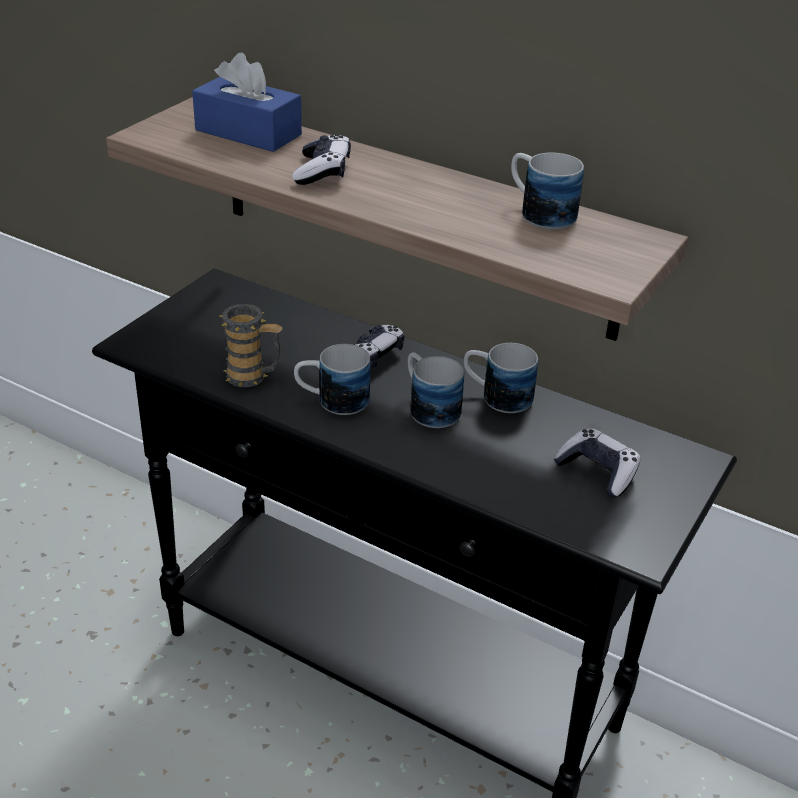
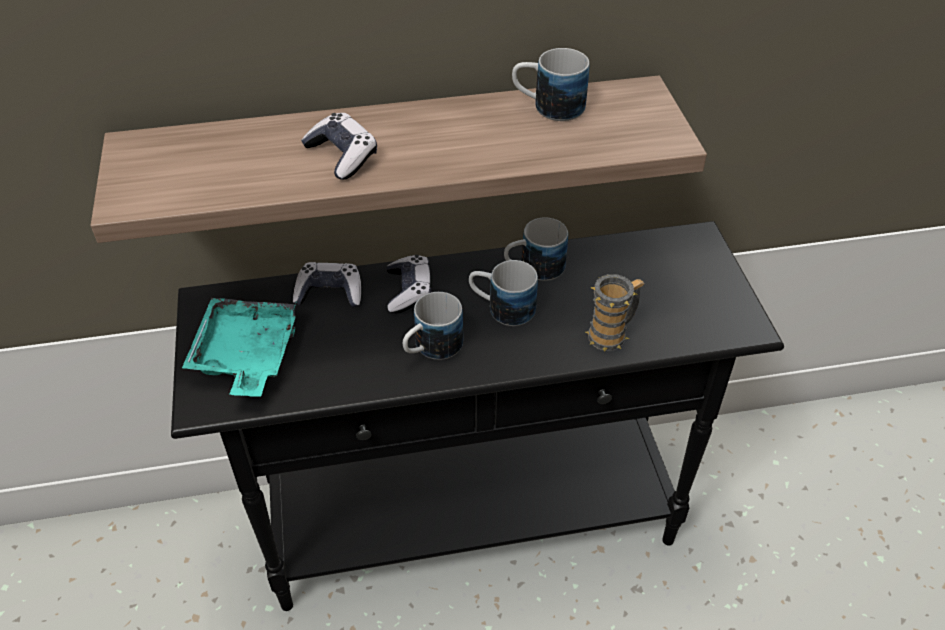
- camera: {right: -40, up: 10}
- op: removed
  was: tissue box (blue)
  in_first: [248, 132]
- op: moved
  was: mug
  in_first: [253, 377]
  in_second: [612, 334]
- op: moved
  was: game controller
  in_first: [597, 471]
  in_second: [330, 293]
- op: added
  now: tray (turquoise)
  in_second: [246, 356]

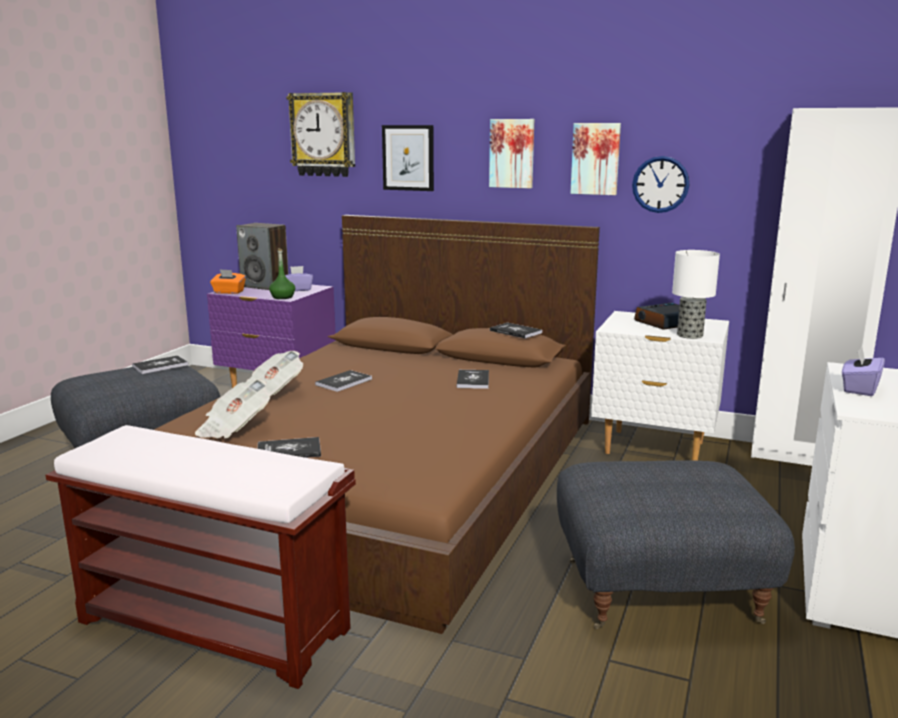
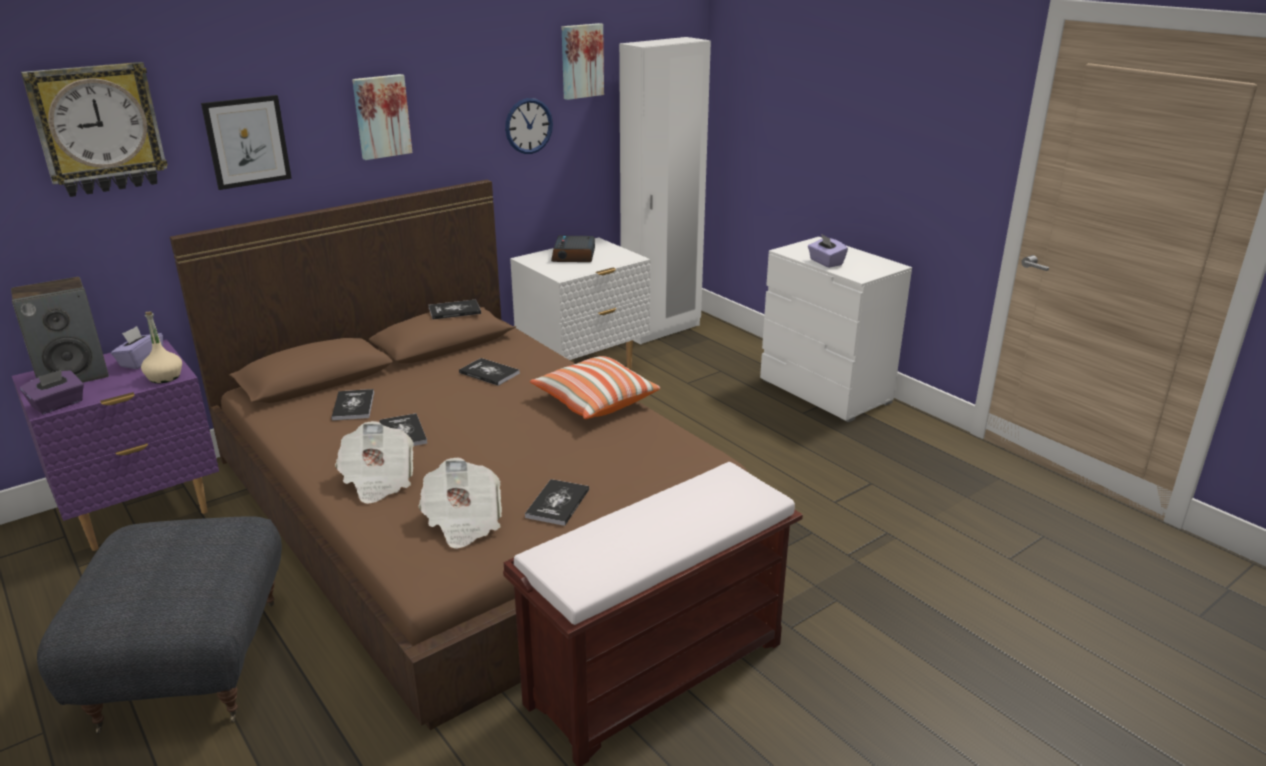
- camera: {right: -60, up: 10}
- op: moved
  was: book
  in_first: [160, 366]
  in_second: [353, 406]
- op: recoloured
  was: tissue box (orange)
  now: tissue box (purple)
  in_first: [228, 292]
  in_second: [58, 405]
- op: recoloured
  was: bottle (green)
  now: bottle (beige)
  in_first: [282, 297]
  in_second: [164, 377]
- op: removed
  was: ottoman (grey)
  in_first: [659, 588]
- op: moved
  was: picture
  in_first: [595, 159]
  in_second: [581, 61]
- op: removed
  was: table lamp
  in_first: [690, 335]
- op: added
  now: pillow
  in_second: [594, 402]

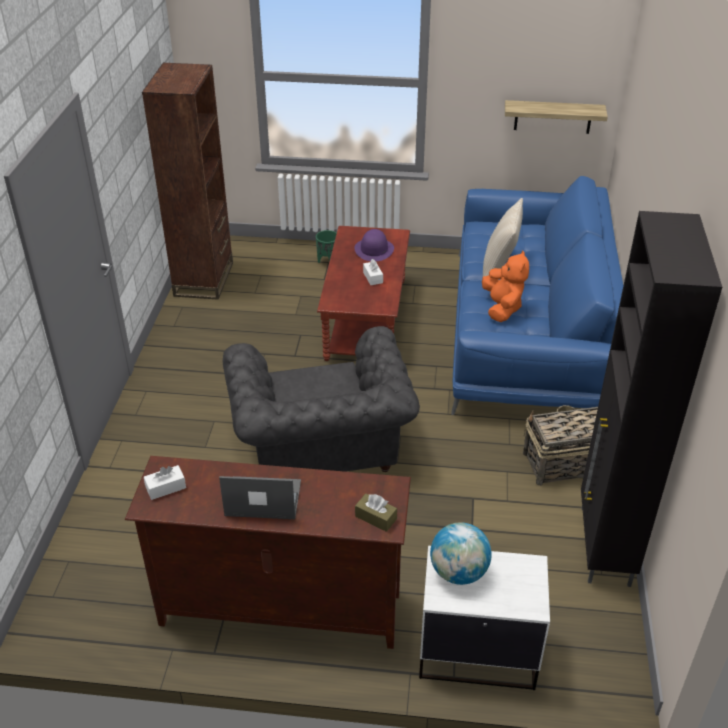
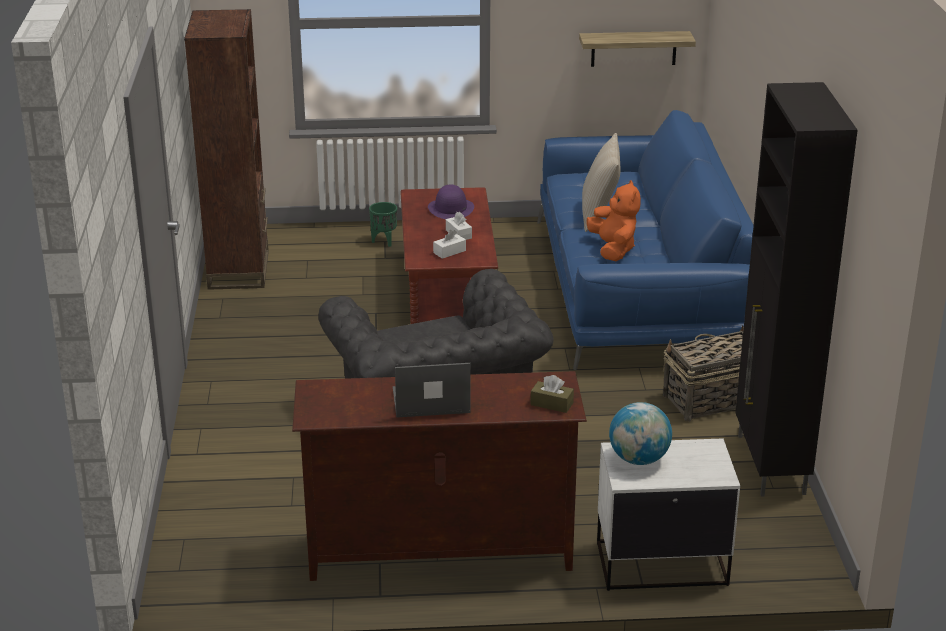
- camera: {right: -10, up: -10}
- op: moved
  was: tissue box (white)
  in_first: [166, 488]
  in_second: [449, 252]

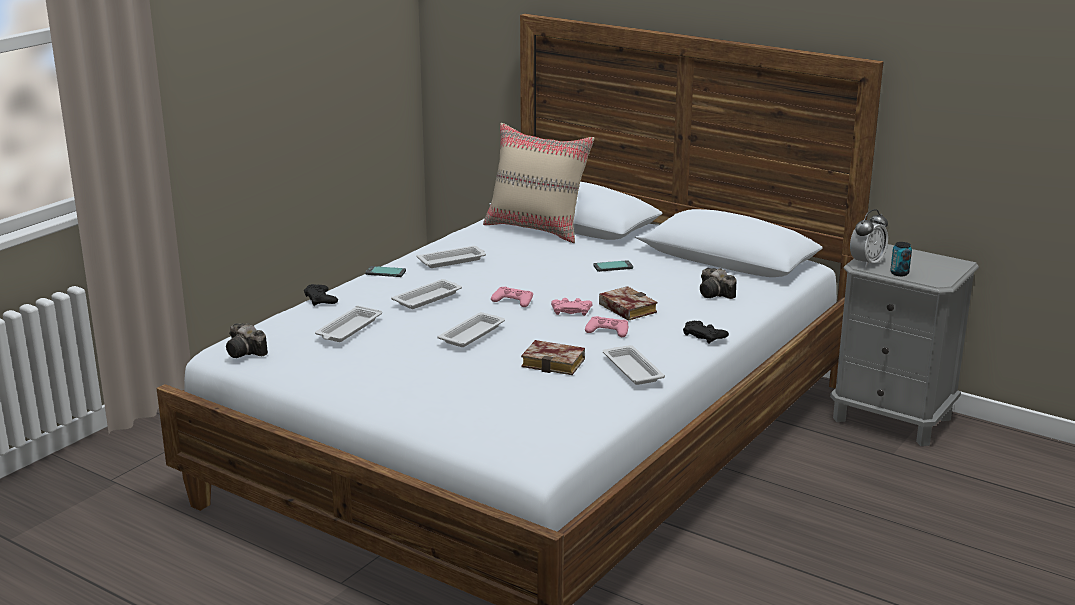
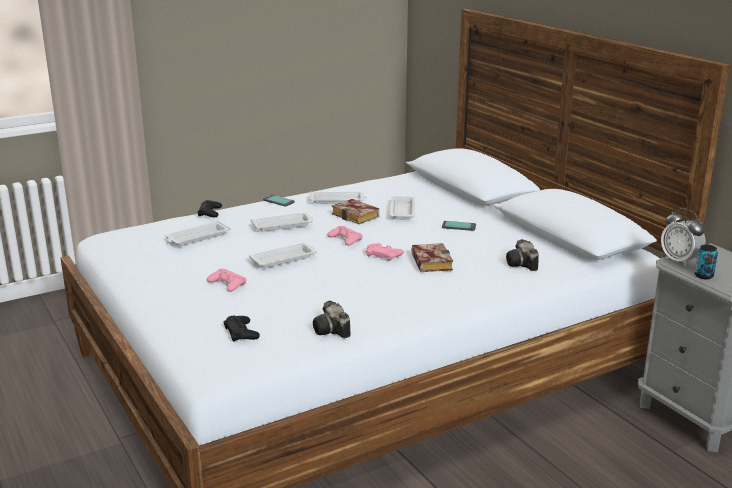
- camera: {right: 25, up: 0}
- op: moved
  was: photo camera
  in_first: [246, 352]
  in_second: [332, 331]
- op: removed
  was: pillow (beige)
  in_first: [537, 229]
- op: moved
  was: book
  in_first: [556, 363]
  in_second: [357, 216]
- op: moved
  was: game controller (pink)
  in_first: [607, 331]
  in_second: [227, 284]
- op: moved
  was: tray (white)
  in_first: [632, 369]
  in_second: [402, 210]
- op: moved
  was: game controller (black)
  in_first: [704, 335]
  in_second: [241, 332]
- op: turned
  was: alarm clock
  in_first: [866, 263]
  in_second: [679, 261]
  clockwise: 75

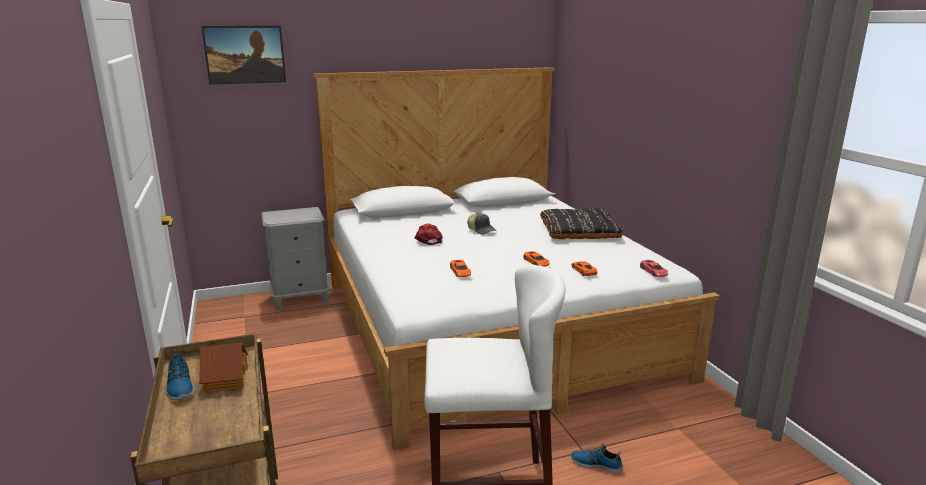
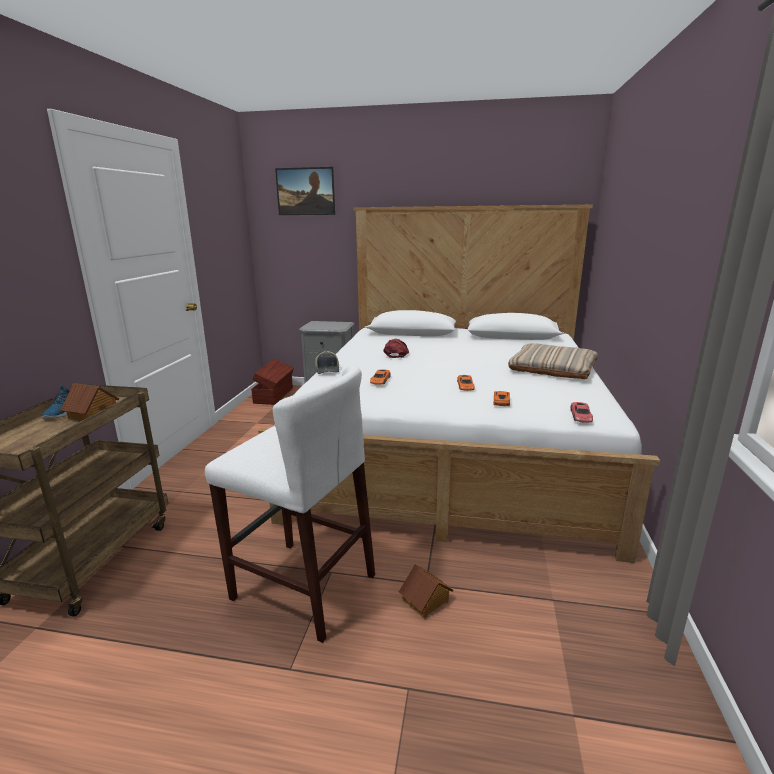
- camera: {right: 30, up: 0}
- op: moved
  was: cap
  in_first: [481, 230]
  in_second: [328, 370]
- op: recoloured
  was: pillow (black)
  now: pillow (beige)
  in_first: [579, 230]
  in_second: [552, 368]
- op: replaced
  was: shoe
  now: toy house
  in_first: [596, 464]
  in_second: [426, 600]
- op: added
  now: storage box (brown)
  in_second: [274, 395]

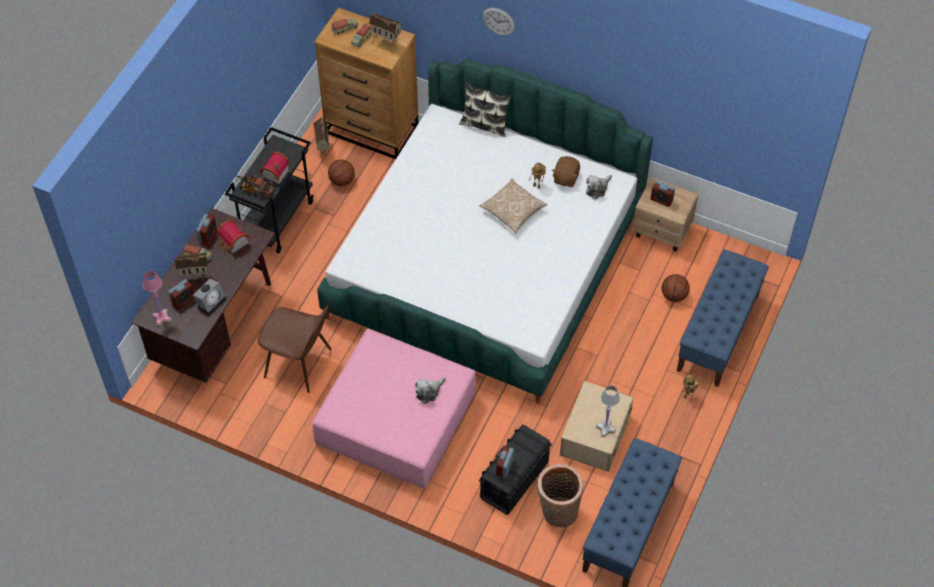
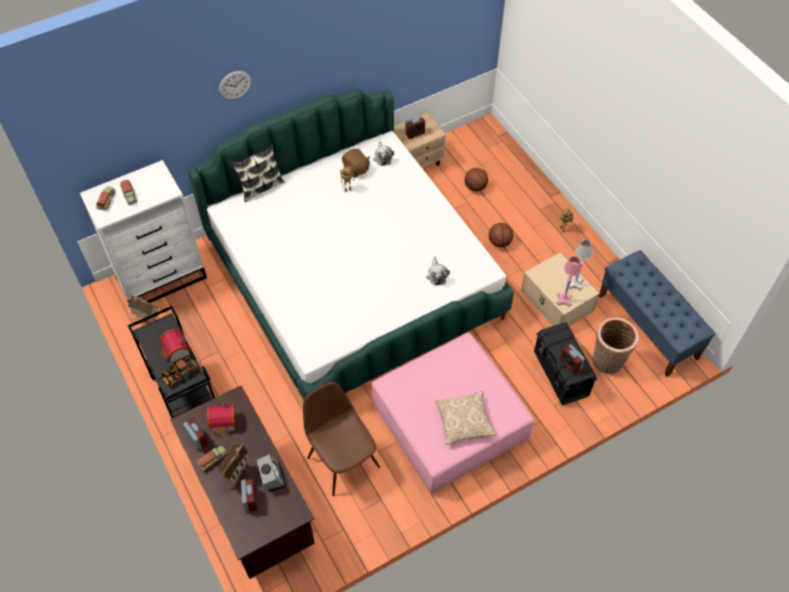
- camera: {right: -55, up: 0}
- op: moved
  was: table lamp (pink)
  in_first: [162, 317]
  in_second: [564, 299]
- op: turned
  was: chair (brown)
  in_first: [299, 364]
  in_second: [342, 460]
  clockwise: -90
- op: recoloured
  was: dresser (brown)
  now: dresser (white)
  in_first: [372, 130]
  in_second: [162, 277]
- op: moved
  was: basketball
  in_first: [342, 181]
  in_second: [500, 242]
- op: removed
  was: toy house
  in_first: [386, 44]
- op: moved
  was: plush toy
  in_first: [429, 392]
  in_second: [436, 275]
- op: moved
  was: pillow
  in_first: [513, 211]
  in_second: [464, 422]
- op: removed
  was: bench (blue)
  in_first: [718, 333]

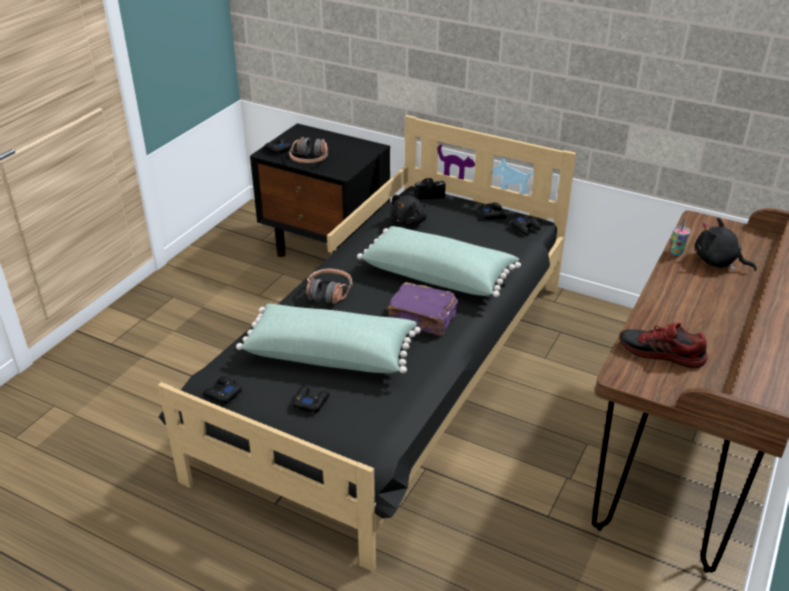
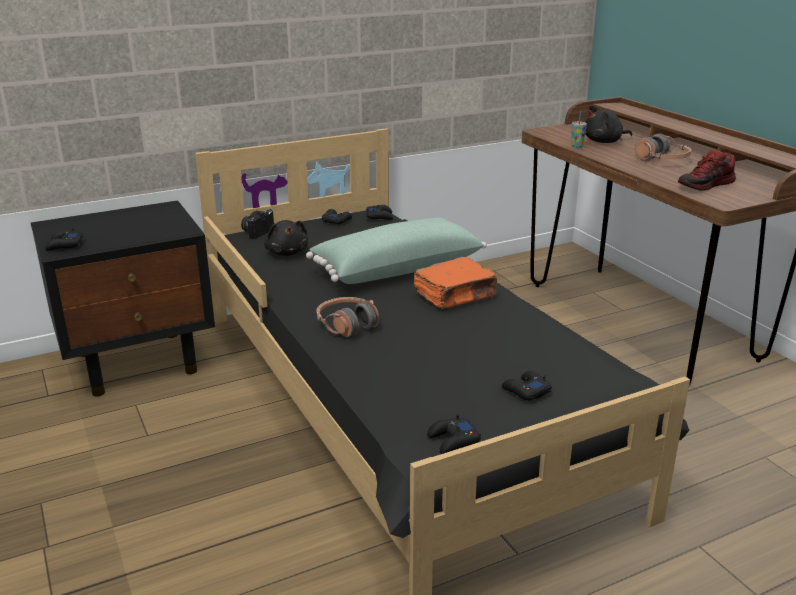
- camera: {right: -55, up: -10}
- op: removed
  was: pillow (green)
  in_first: [331, 353]
- op: moved
  was: headphones
  in_first: [309, 159]
  in_second: [662, 160]
- op: recoloured
  was: book (purple)
  now: book (orange)
  in_first: [423, 319]
  in_second: [456, 296]

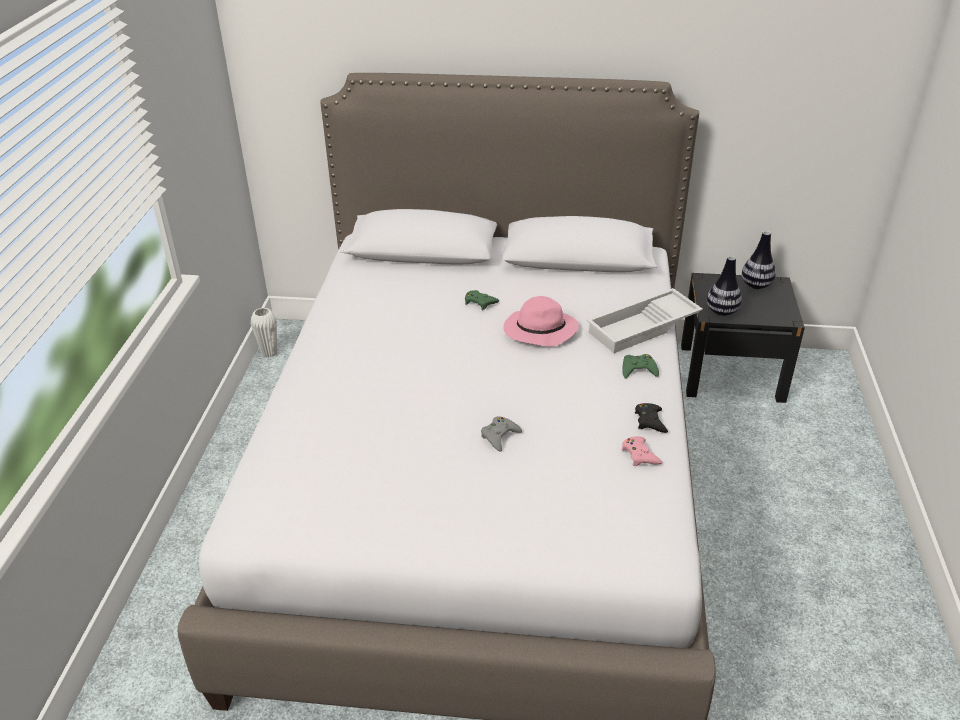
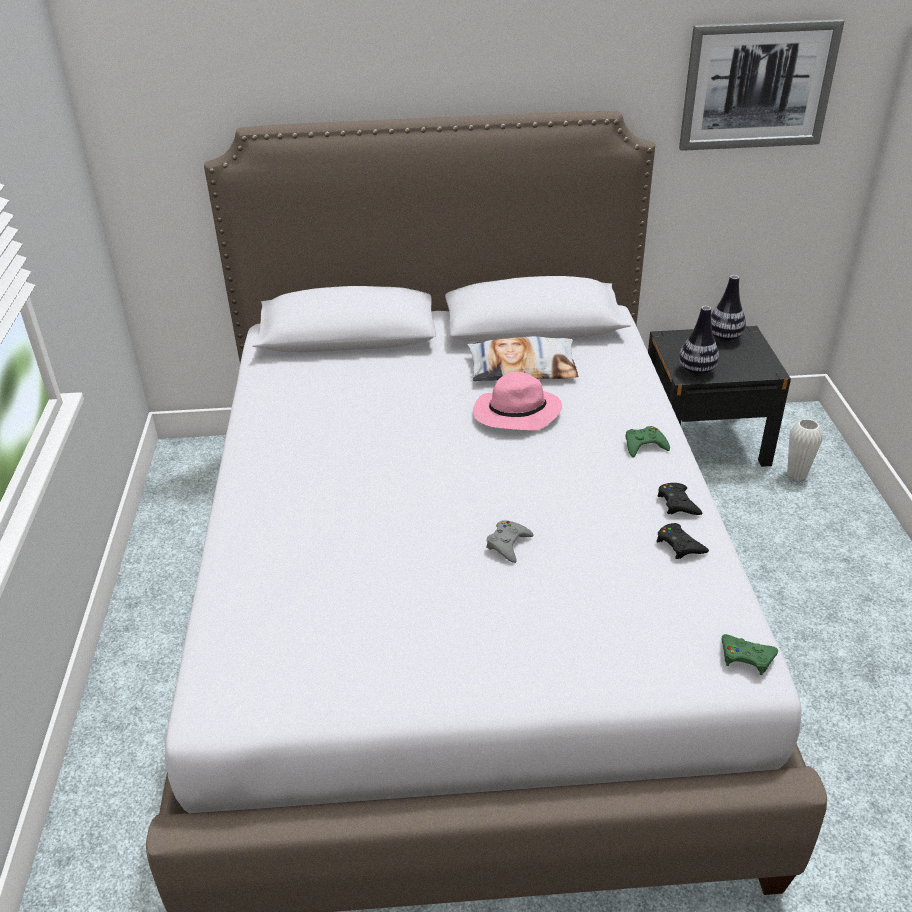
- camera: {right: -10, up: 0}
- op: moved
  was: vase (white)
  in_first: [269, 353]
  in_second: [796, 474]
- op: moved
  was: game controller (green)
  in_first: [480, 302]
  in_second: [746, 657]
- op: removed
  was: tray (white)
  in_first: [643, 327]
- op: recoloured
  was: game controller (pink)
  now: game controller (black)
  in_first: [640, 455]
  in_second: [679, 545]
- op: added
  now: pillow
  in_second: [522, 367]
- op: added
  now: picture
  in_second: [757, 85]

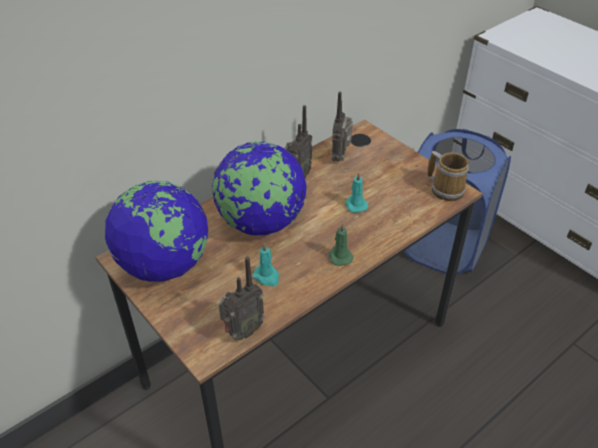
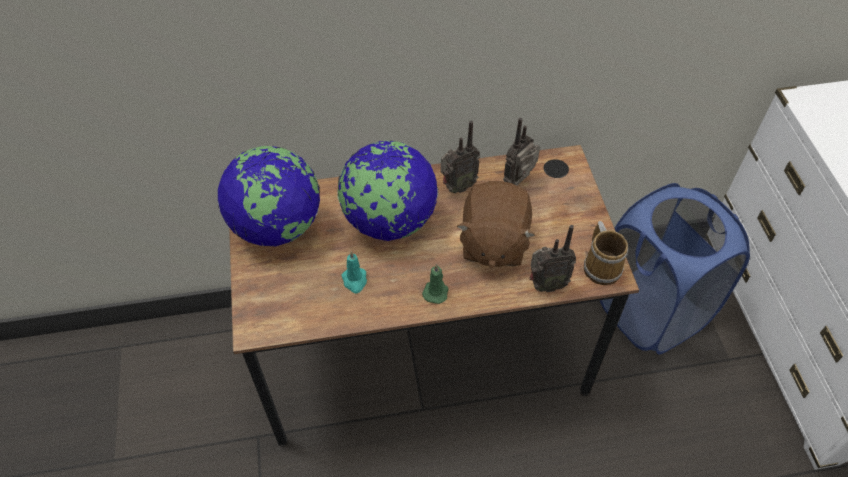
- camera: {right: 30, up: 10}
- op: moved
  was: radio
  in_first: [242, 332]
  in_second: [546, 285]
- op: replaced
  was: candle (turquoise)
  now: plush toy (brown)
  in_first: [355, 205]
  in_second: [493, 242]

